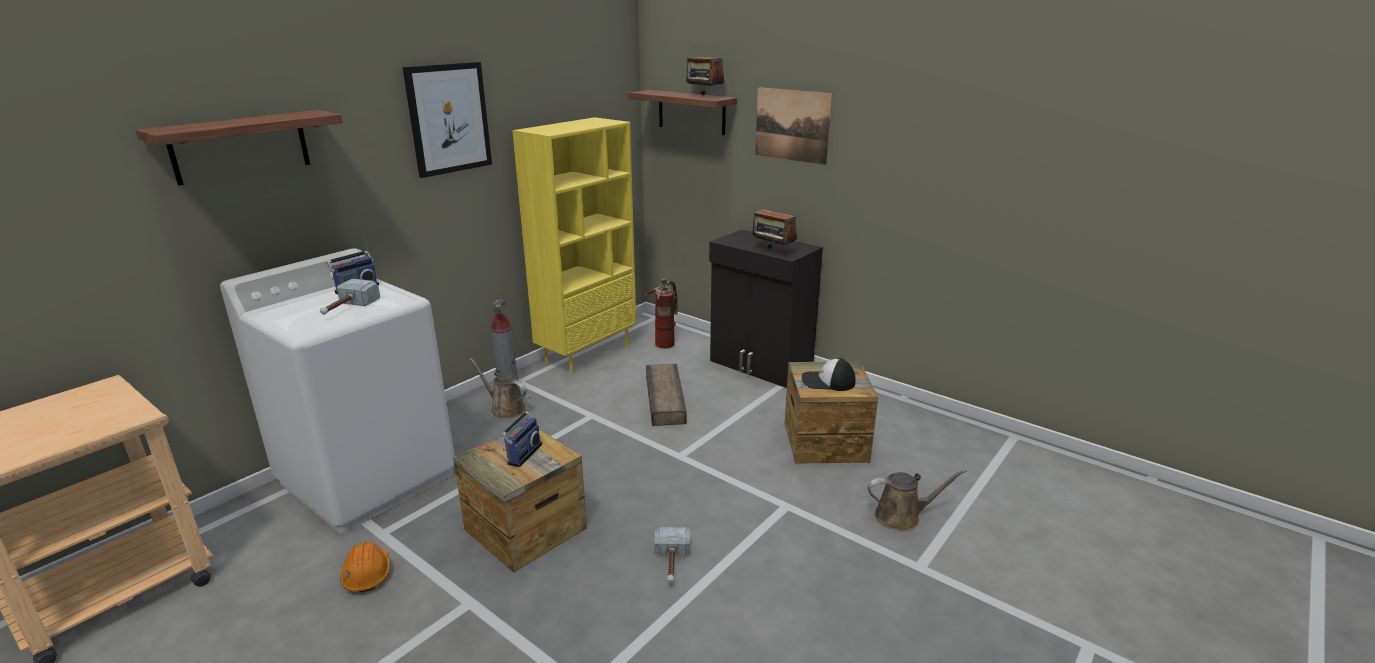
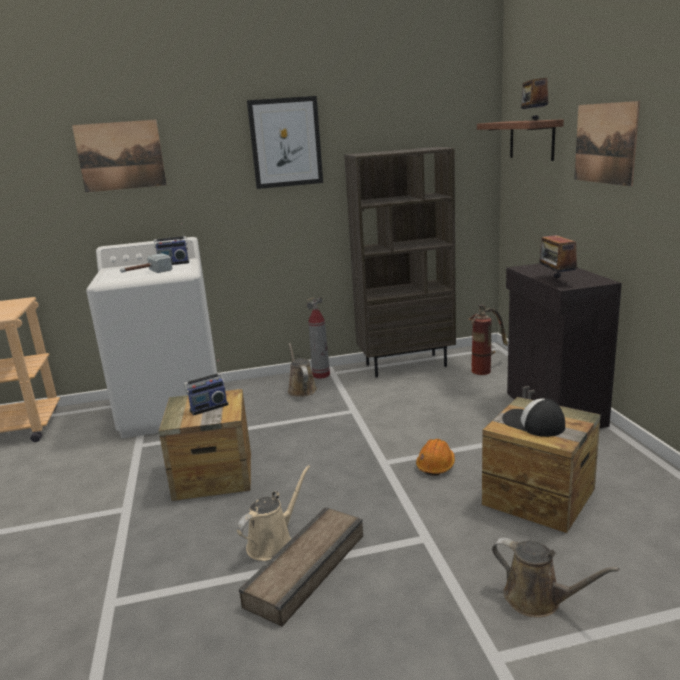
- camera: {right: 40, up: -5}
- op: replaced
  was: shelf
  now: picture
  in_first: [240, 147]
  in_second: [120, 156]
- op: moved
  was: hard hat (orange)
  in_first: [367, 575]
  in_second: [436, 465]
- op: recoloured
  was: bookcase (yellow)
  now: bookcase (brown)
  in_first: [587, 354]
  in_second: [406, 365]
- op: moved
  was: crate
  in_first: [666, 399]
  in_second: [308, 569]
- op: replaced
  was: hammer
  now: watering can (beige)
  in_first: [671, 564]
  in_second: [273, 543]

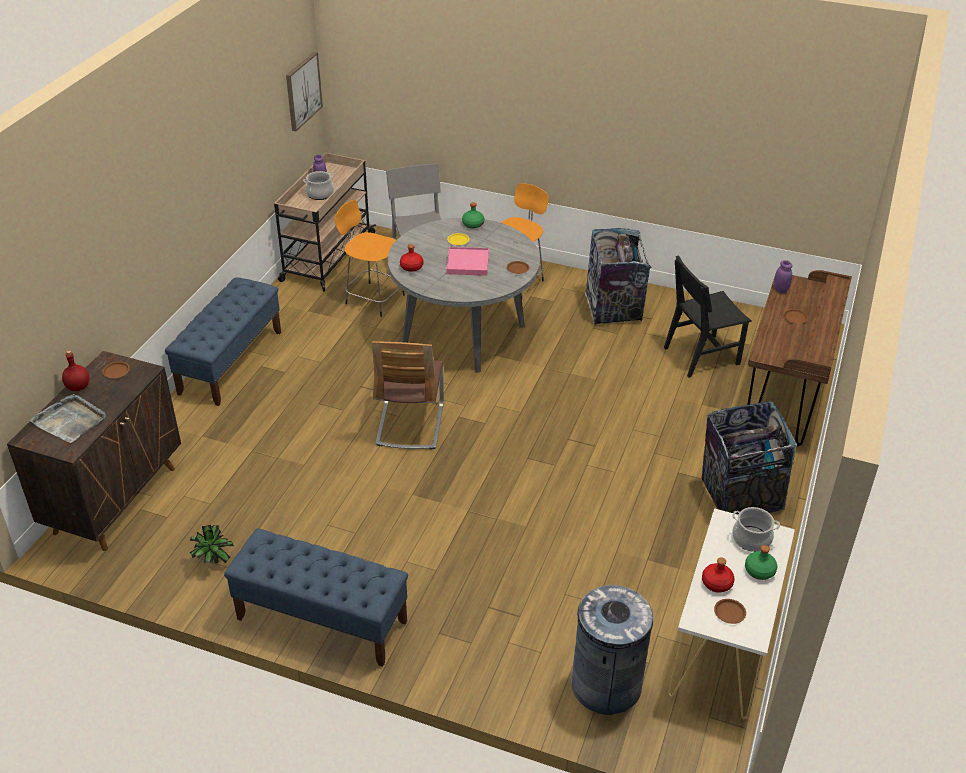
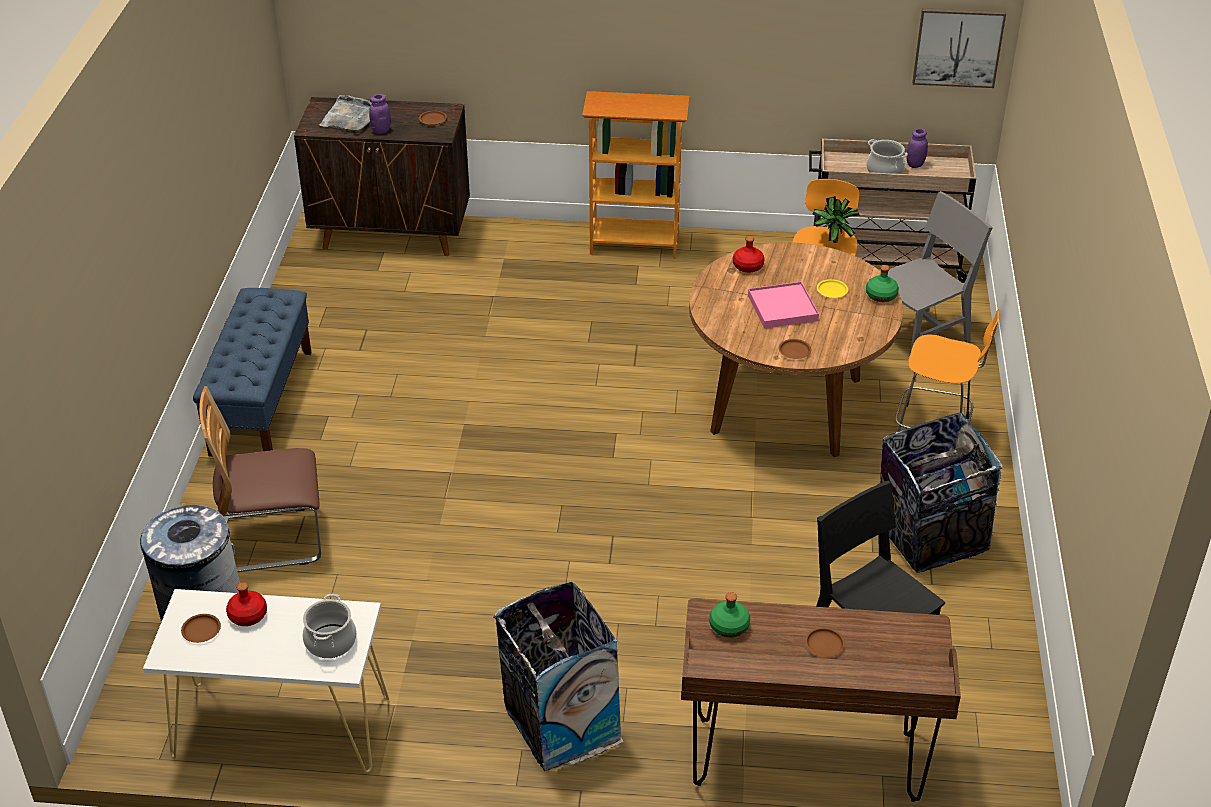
- camera: {right: 75, up: 0}
- op: removed
  was: bottle (red)
  in_first: [79, 387]
- op: replaced
  was: bench (blue)
  now: bookcase
  in_first: [231, 362]
  in_second: [634, 243]
- op: moved
  was: potted plant
  in_first: [213, 563]
  in_second: [832, 240]
- op: moved
  was: chair
  in_first: [410, 424]
  in_second: [272, 539]
- op: recoloured
  was: dining table (grey)
  now: dining table (brown)
  in_first: [464, 334]
  in_second: [786, 405]
- op: moved
  was: bottle (green)
  in_first: [759, 570]
  in_second: [729, 626]
- op: moved
  was: jar (purple)
  in_first: [780, 290]
  in_second: [381, 130]

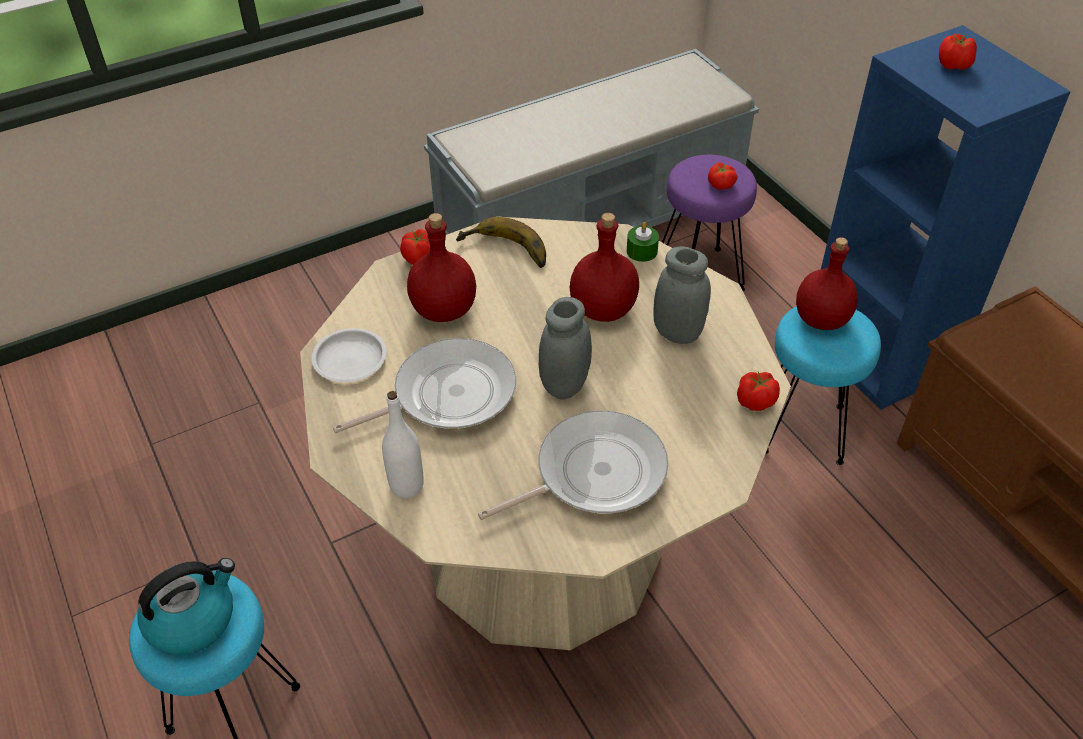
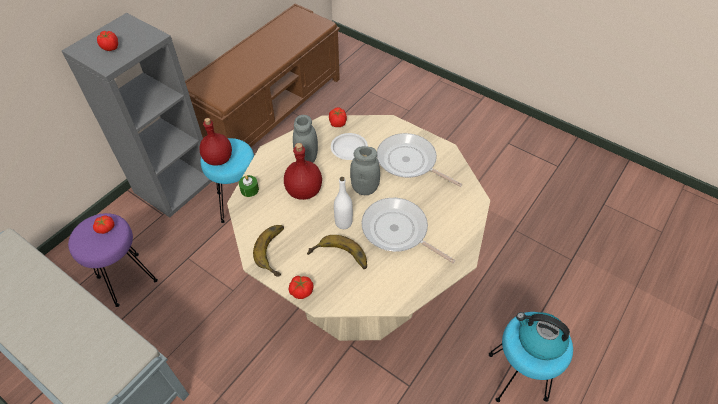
- camera: {right: -115, up: 5}
- op: moved
  was: plate (white)
  in_first: [349, 360]
  in_second: [349, 148]
- op: moved
  was: bottle (white)
  in_first: [406, 485]
  in_second: [343, 223]
- op: replaced
  was: bottle (red)
  now: banana
  in_first: [445, 310]
  in_second: [339, 259]
- op: recoloured
  was: bookcase (blue)
  now: bookcase (grey)
  in_first: [881, 354]
  in_second: [175, 184]

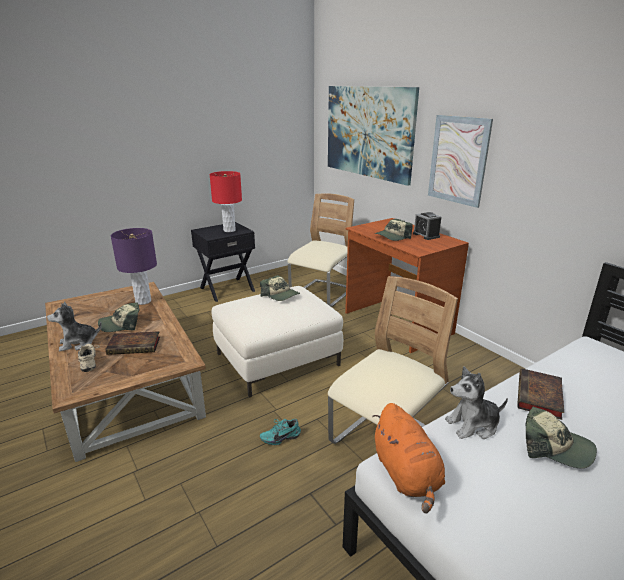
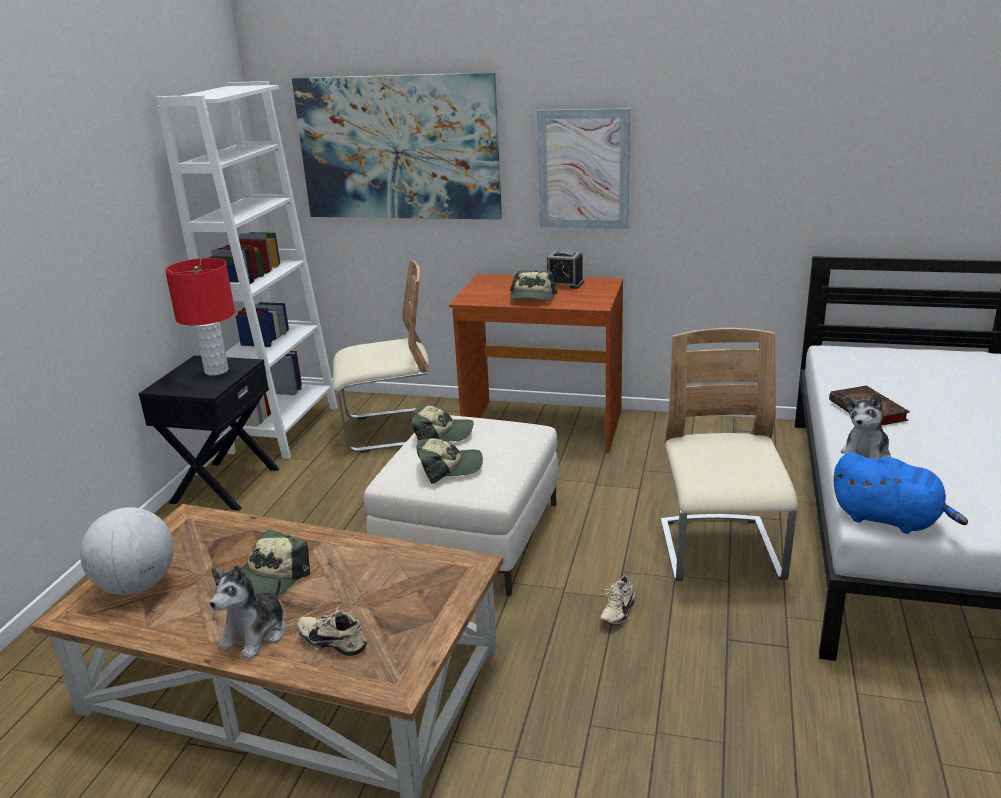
- camera: {right: -40, up: 0}
- op: removed
  was: book
  in_first: [135, 345]
- op: removed
  was: table lamp (purple)
  in_first: [143, 301]
- op: recoloured
  was: shoe (turquoise)
  now: shoe (beige)
  in_first: [280, 437]
  in_second: [616, 611]
- op: turned
  was: chair (beige)
  in_first: [322, 294]
  in_second: [391, 431]
  clockwise: 90
- op: recoloured
  was: plush toy (orange)
  now: plush toy (blue)
  in_first: [407, 475]
  in_second: [890, 520]
- op: moved
  was: cap
  in_first: [555, 447]
  in_second: [449, 468]
- op: added
  now: globe
  in_second: [137, 586]
- op: added
  now: bookcase (white)
  in_second: [284, 429]

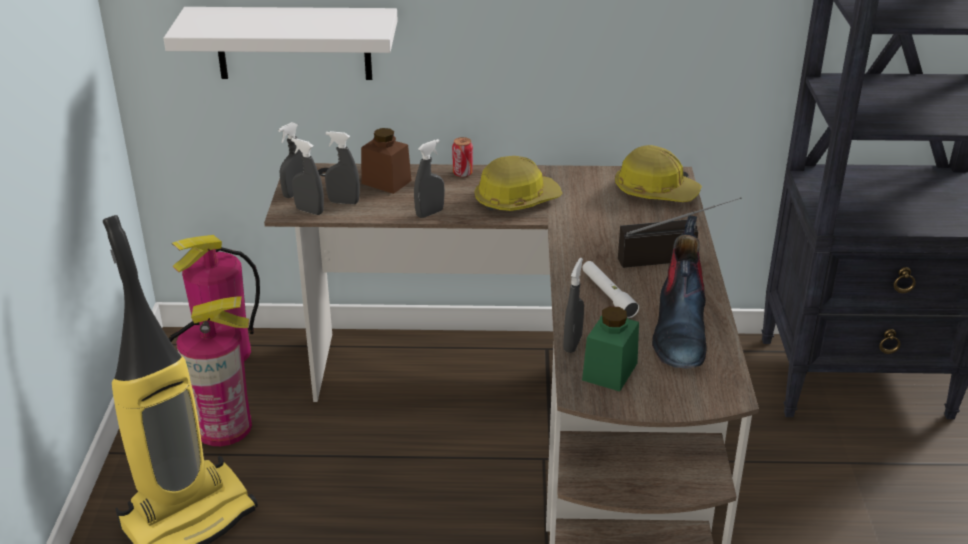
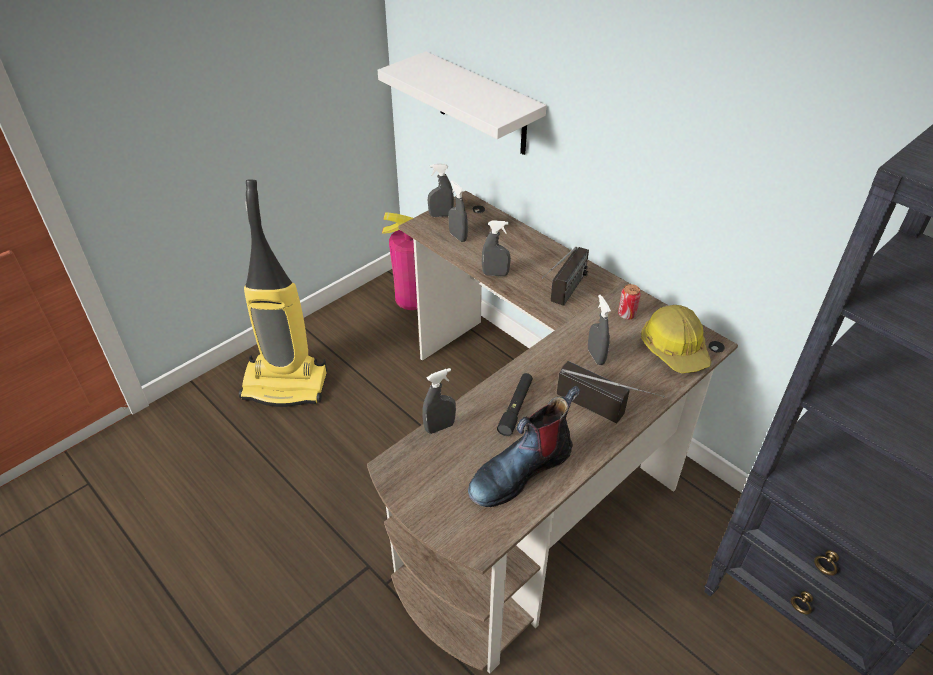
- camera: {right: 45, up: 10}
- op: removed
  was: fire extinguisher
  in_first: [223, 427]
- op: moved
  was: spray bottle (grey)
  in_first: [309, 211]
  in_second: [596, 356]
- op: removed
  was: jar (brown)
  in_first: [386, 182]
- op: moved
  was: can
  in_first: [462, 173]
  in_second: [626, 314]
- op: replaced
  was: hard hat
  now: radio
  in_first: [516, 200]
  in_second: [564, 296]
- op: recoloured
  was: flashlight (white)
  now: flashlight (black)
  in_first: [608, 295]
  in_second: [516, 408]
- op: removed
  was: jar (green)
  in_first: [610, 371]

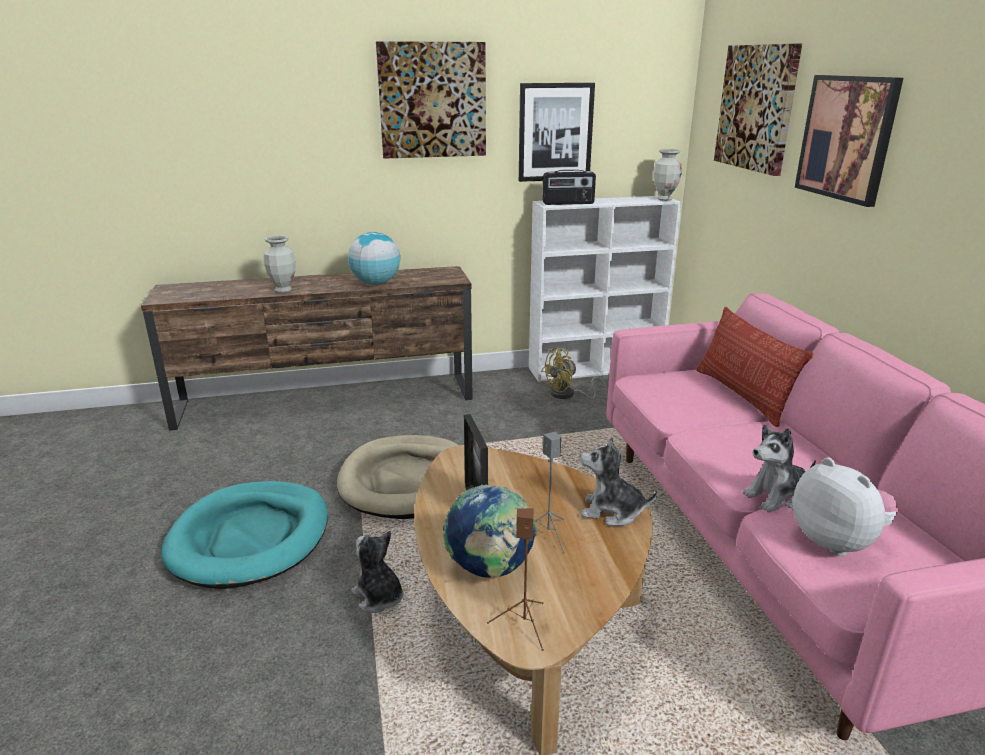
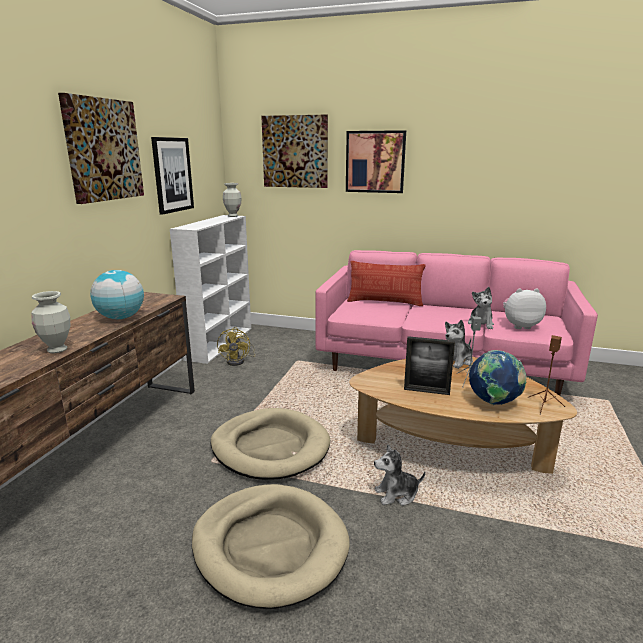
- camera: {right: -60, up: -5}
- op: recoloured
  was: dog bed (turquoise)
  now: dog bed (beige)
  in_first: [250, 538]
  in_second: [270, 546]
- op: removed
  was: radio
  in_first: [568, 203]

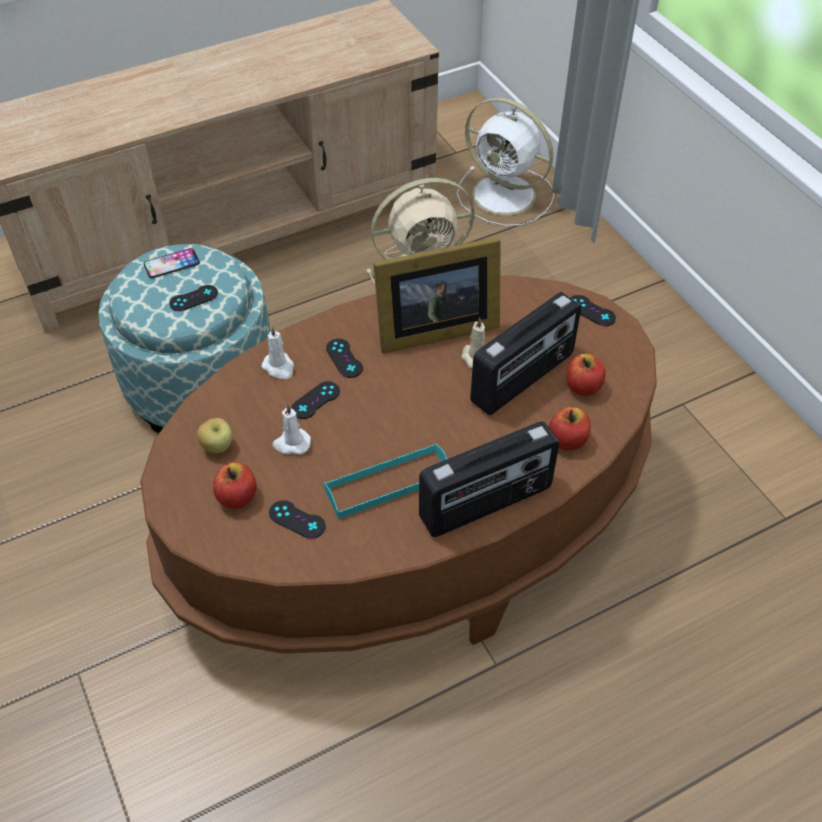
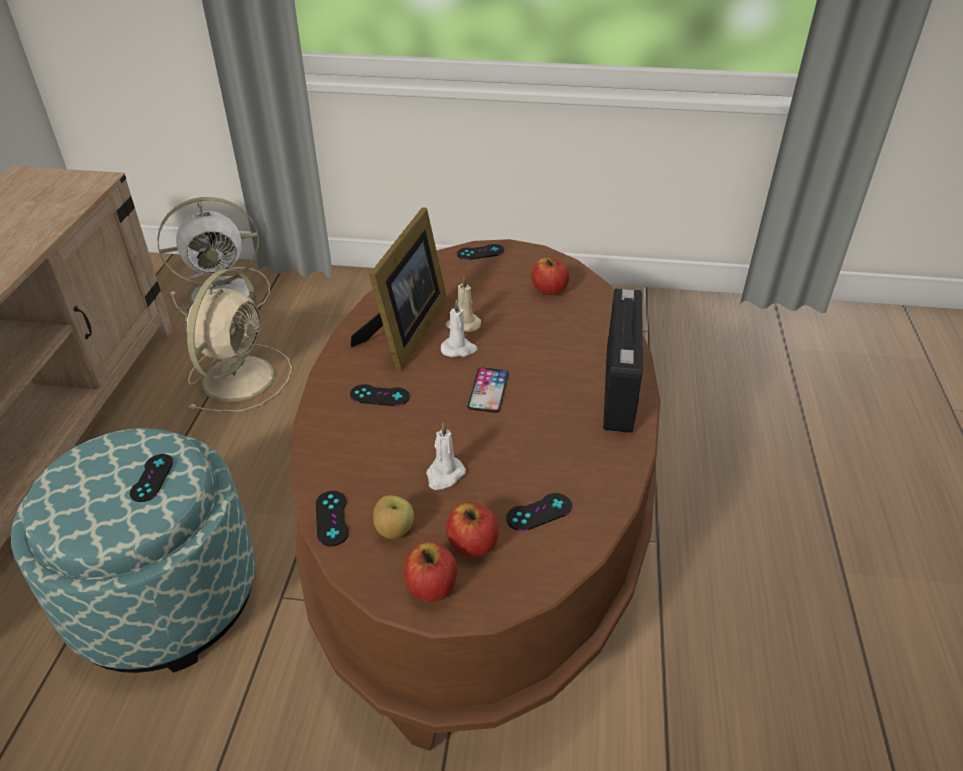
- camera: {right: -55, up: -10}
- op: moved
  was: phone
  in_first: [171, 263]
  in_second: [488, 390]
- op: moved
  was: candle (white)
  in_first: [279, 367]
  in_second: [459, 349]
- op: moved
  was: game controller (black)
  in_first: [315, 400]
  in_second: [332, 518]
- op: removed
  was: tray (turquoise)
  in_first: [388, 483]
- op: removed
  was: radio
  in_first: [523, 378]
- op: moved
  was: apple
  in_first: [567, 440]
  in_second: [431, 586]

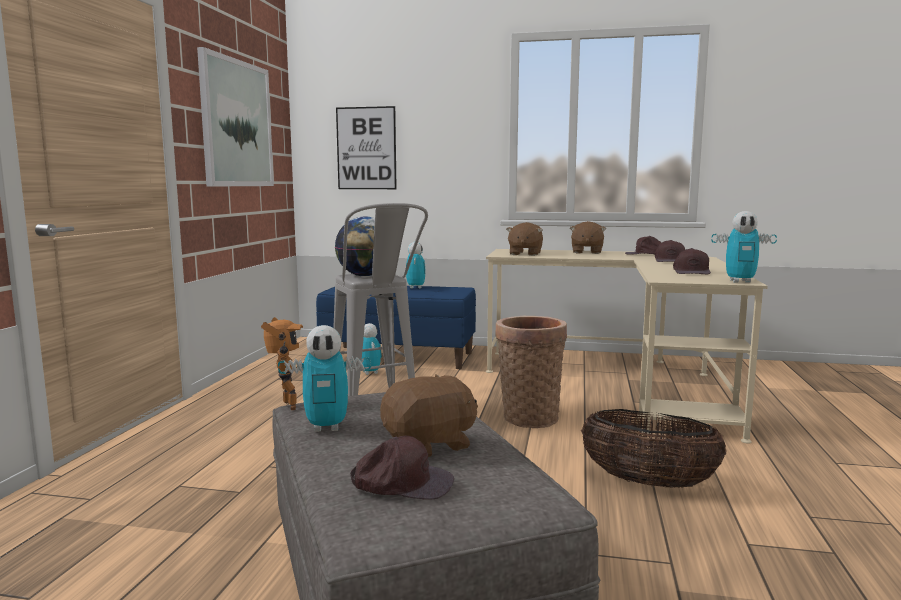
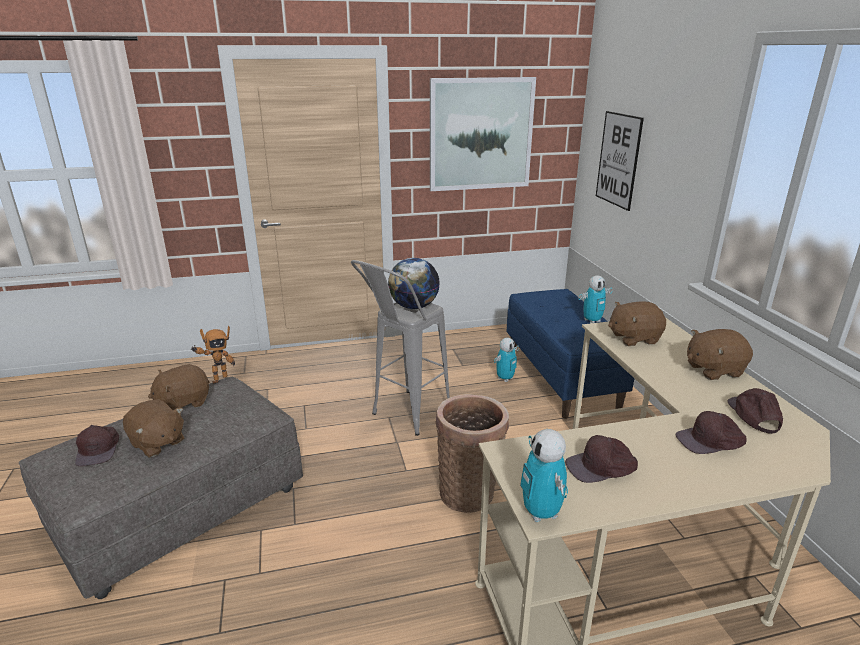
- camera: {right: 65, up: 15}
- op: replaced
  was: toy robot
  now: plush toy (brown)
  in_first: [327, 427]
  in_second: [184, 402]
- op: removed
  was: basket
  in_first: [648, 483]

